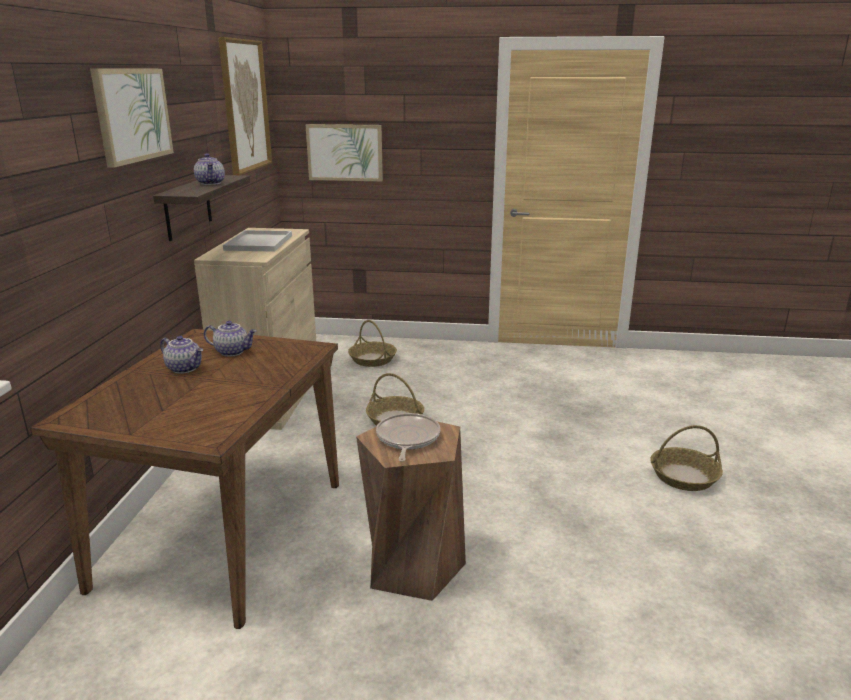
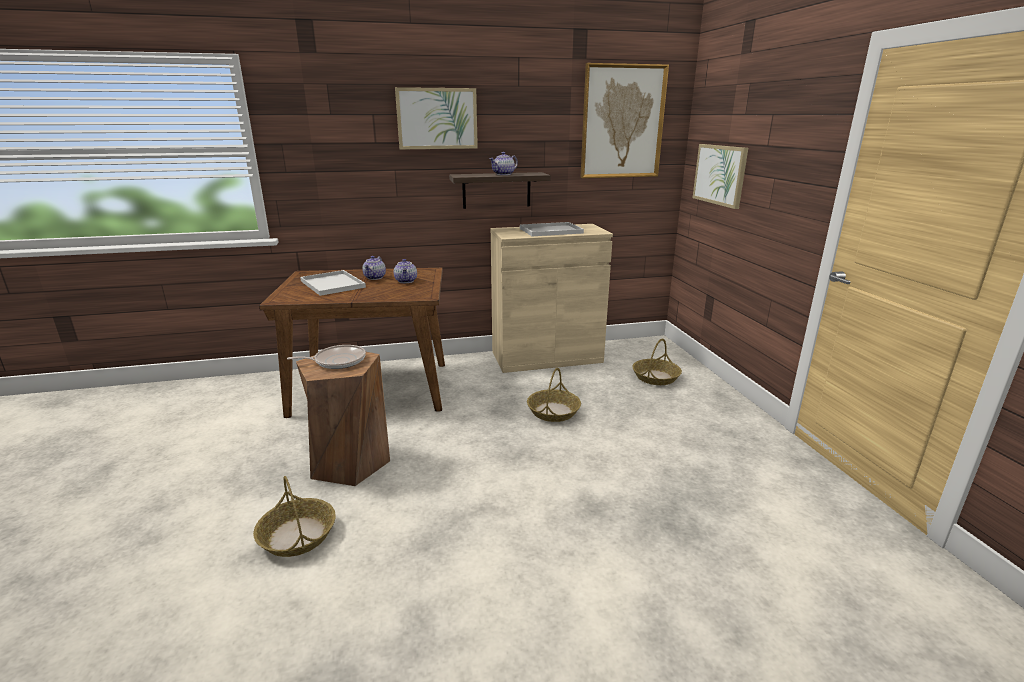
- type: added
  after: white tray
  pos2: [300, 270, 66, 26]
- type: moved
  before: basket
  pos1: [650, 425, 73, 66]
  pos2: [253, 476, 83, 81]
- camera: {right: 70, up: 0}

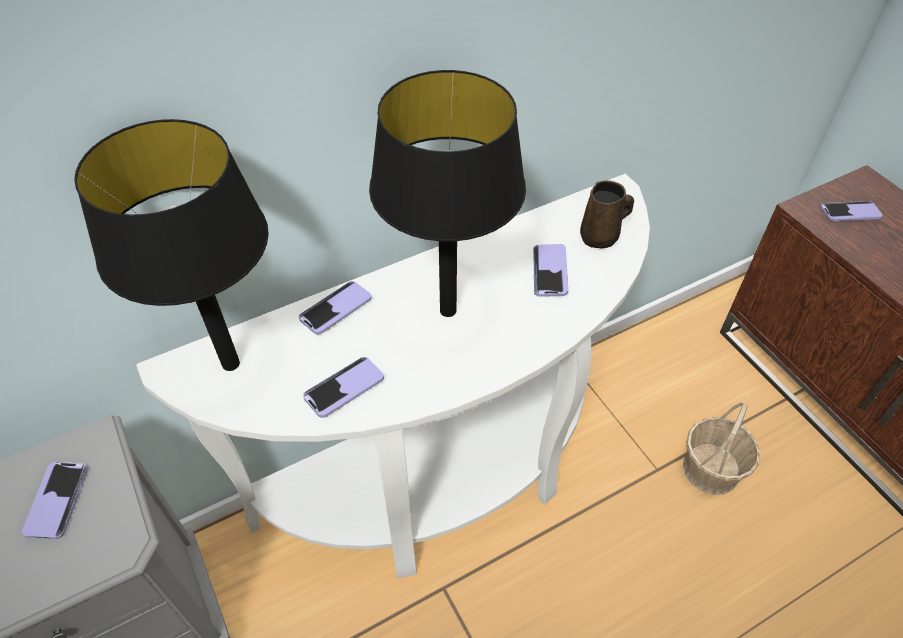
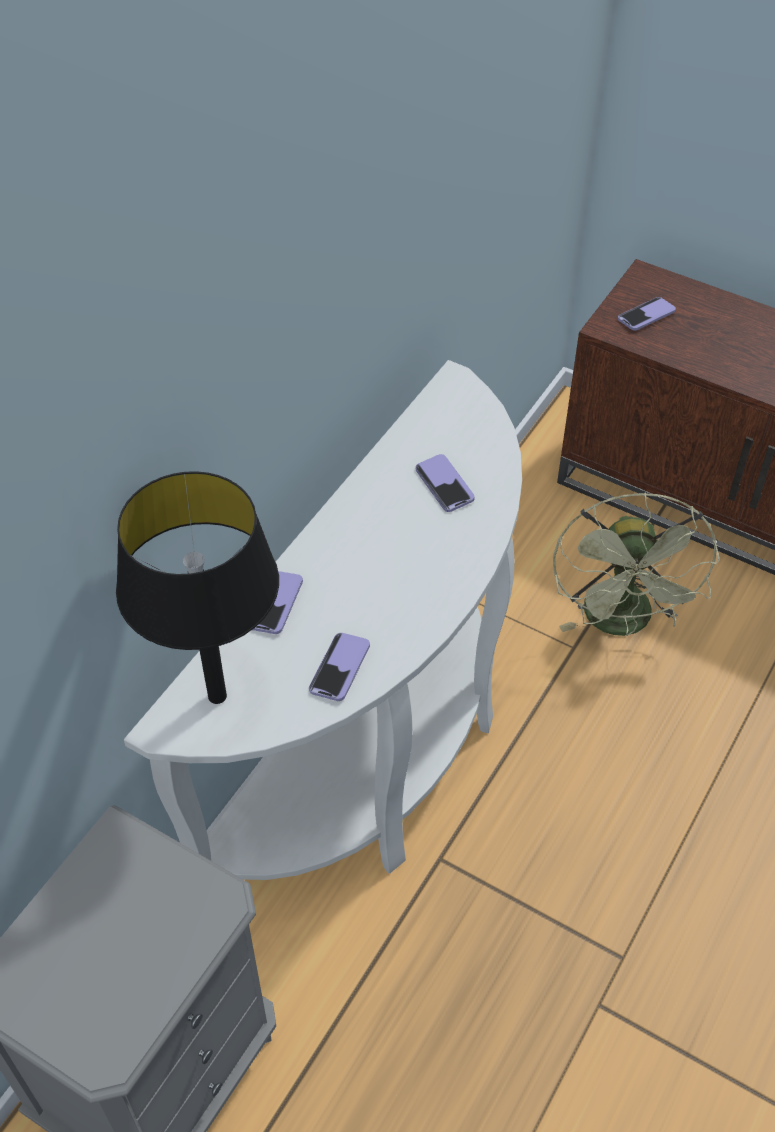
- type: removed
  before: phone
  pos1: [22, 462, 66, 77]
- type: removed
  before: black table lamp
  pos1: [369, 70, 157, 247]
- type: removed
  before: brown mug
  pos1: [580, 180, 54, 68]
- type: replaced
  before: basket
  after: green fan
  pos1: [683, 402, 77, 93]
  pos2: [553, 492, 167, 144]
- camera: {right: -30, up: 0}

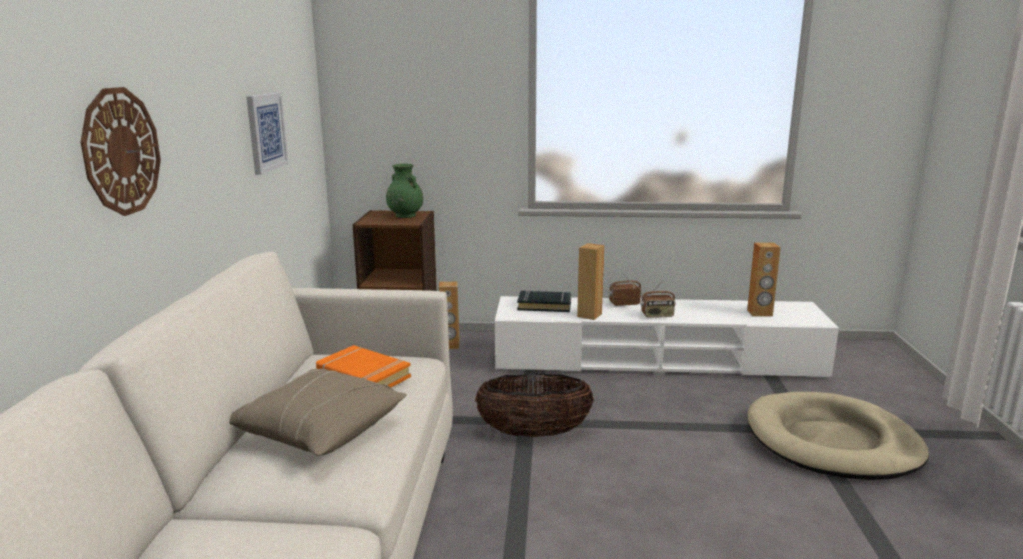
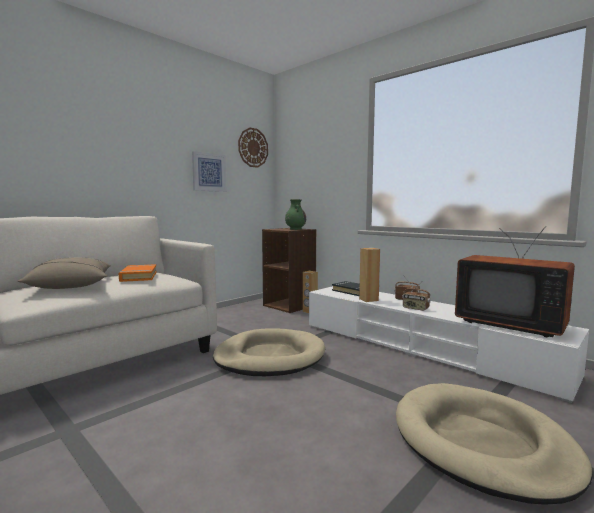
- type: moved
  before: wall clock
  pos1: [81, 87, 80, 129]
  pos2: [238, 127, 30, 41]
- type: replaced
  before: basket
  after: beige dog bed
  pos1: [475, 374, 119, 63]
  pos2: [213, 328, 112, 48]
- type: replaced
  before: brown speaker
  after: television
  pos1: [747, 242, 34, 75]
  pos2: [455, 226, 120, 112]
- camera: {right: 40, up: -10}

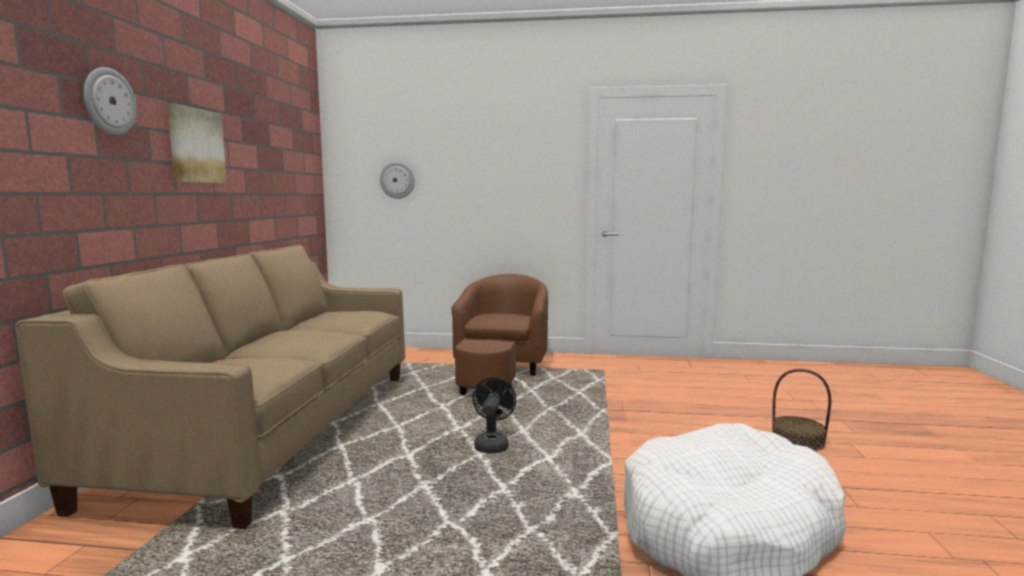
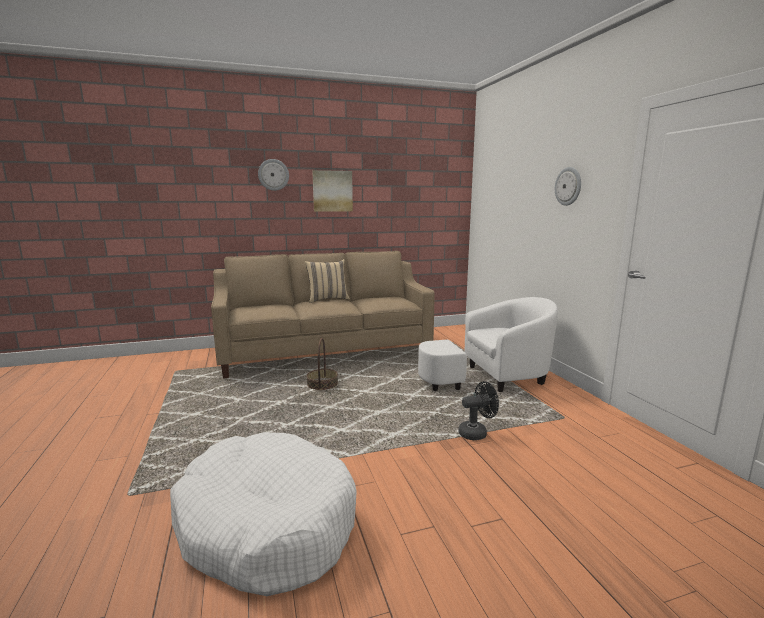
- type: added
  after: beige pillow
  pos2: [305, 259, 45, 44]
- type: moved
  before: wall clock
  pos1: [380, 162, 35, 37]
  pos2: [555, 167, 26, 39]
- type: moved
  before: black fan
  pos1: [472, 377, 44, 76]
  pos2: [458, 381, 41, 59]
- type: moved
  before: basket
  pos1: [772, 369, 59, 82]
  pos2: [307, 338, 31, 52]
- type: recoloured
  before: brown armchair
  after: white armchair
  pos1: [451, 274, 97, 122]
  pos2: [418, 297, 140, 95]
- camera: {right: 65, up: 5}

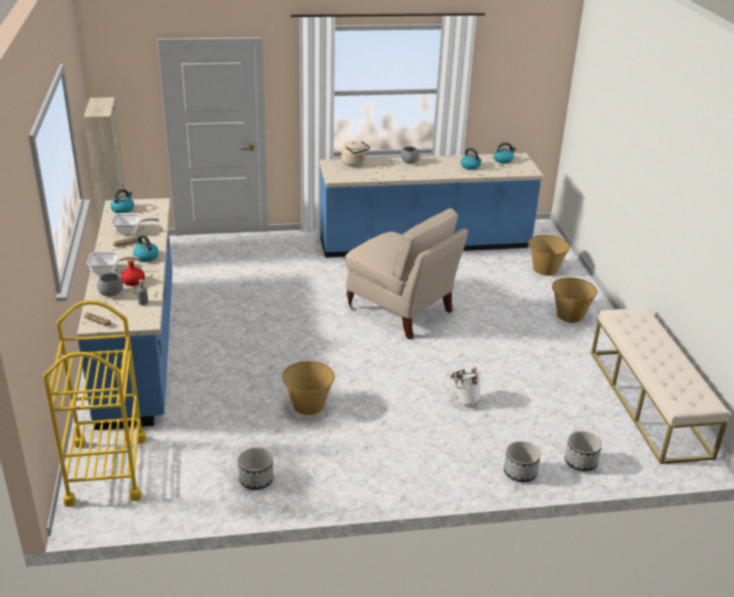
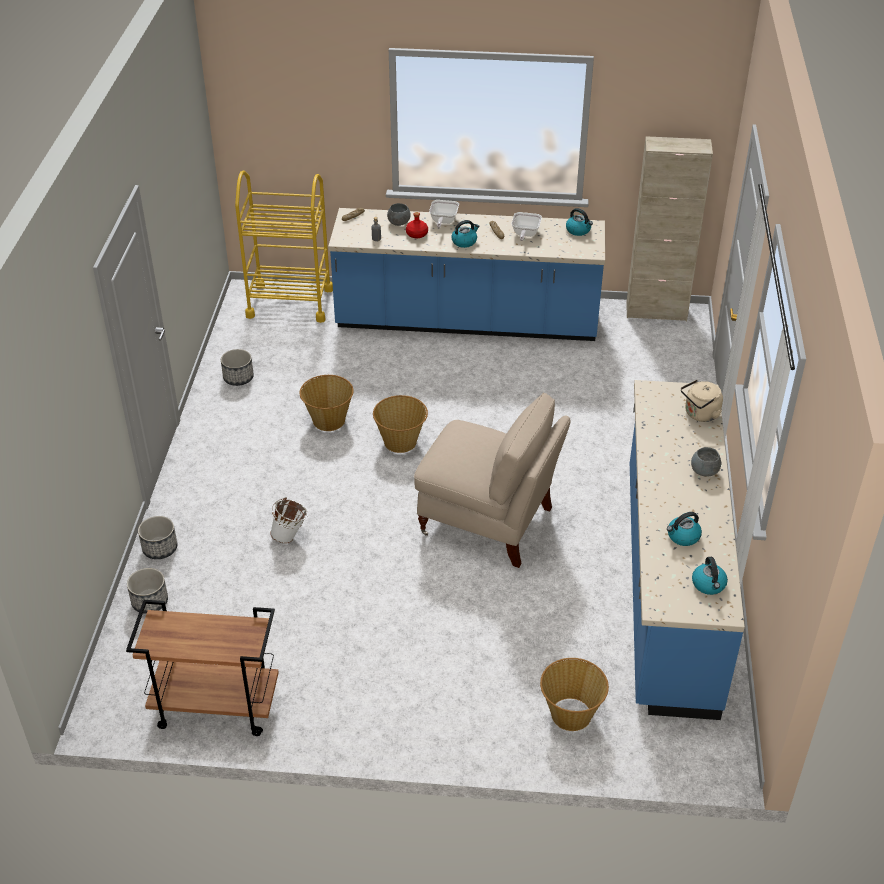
- type: moved
  before: basket
  pos1: [552, 278, 45, 45]
  pos2: [373, 395, 55, 58]
- type: replaced
  before: beige bench
  after: brown cart
  pos1: [591, 308, 139, 156]
  pos2: [126, 600, 153, 136]
- type: turned
  before: beige chair
  pos1: [345, 208, 123, 131]
  pos2: [414, 393, 157, 175]
  turn: -120
- camera: {right: 105, up: 10}

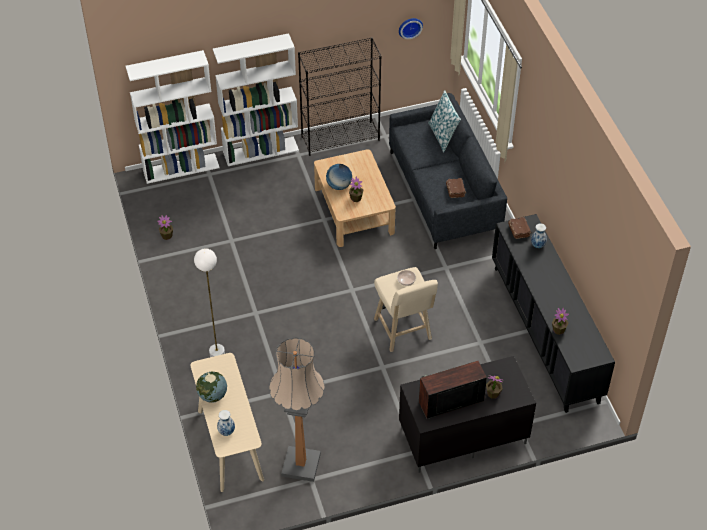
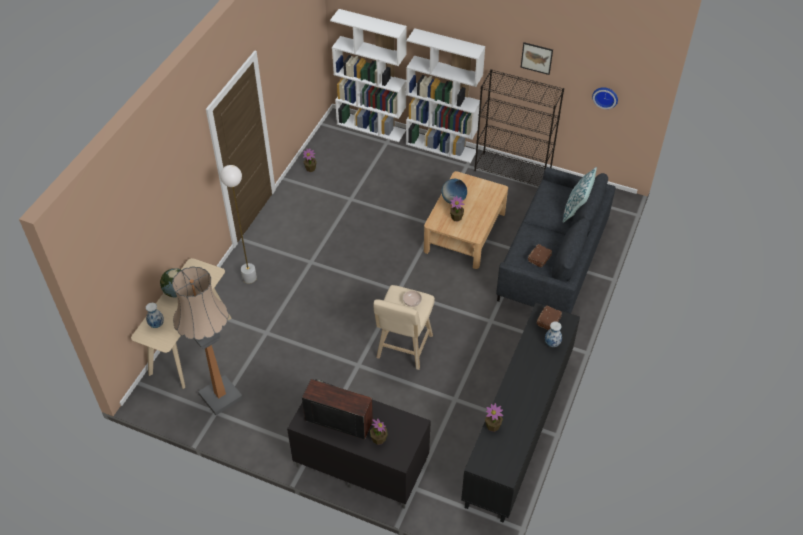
- type: added
  after: picture
  pos2: [521, 42, 32, 33]
- camera: {right: 40, up: 0}

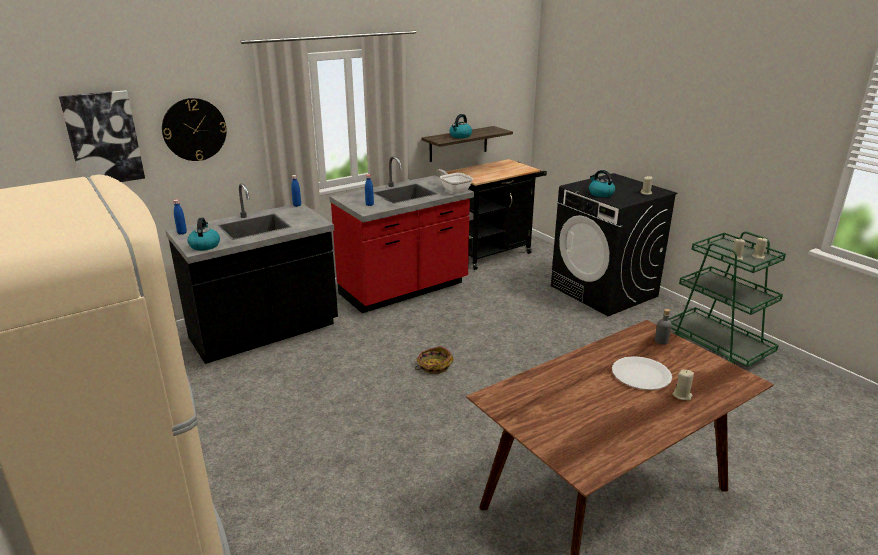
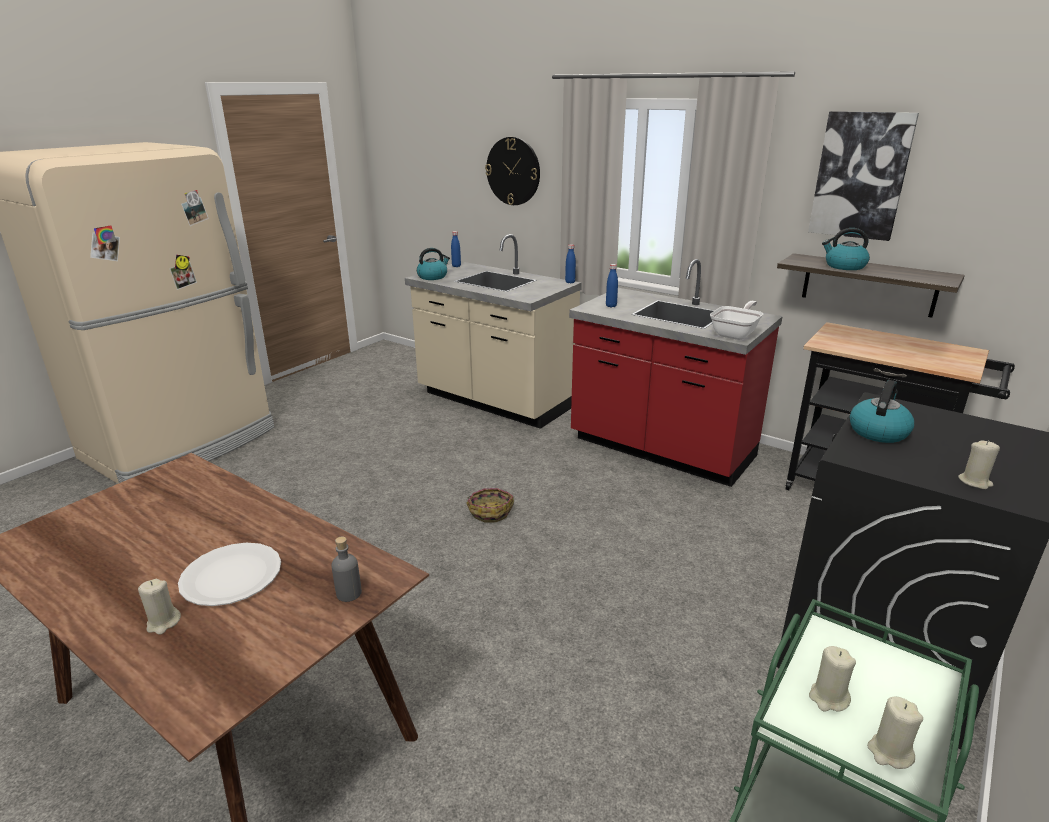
- type: moved
  before: picture
  pos1: [59, 90, 86, 92]
  pos2: [808, 111, 111, 130]
- type: recoloured
  before: black counter
  after: beige counter
  pos1: [165, 183, 173, 181]
  pos2: [405, 234, 177, 195]
- camera: {right: 70, up: 0}

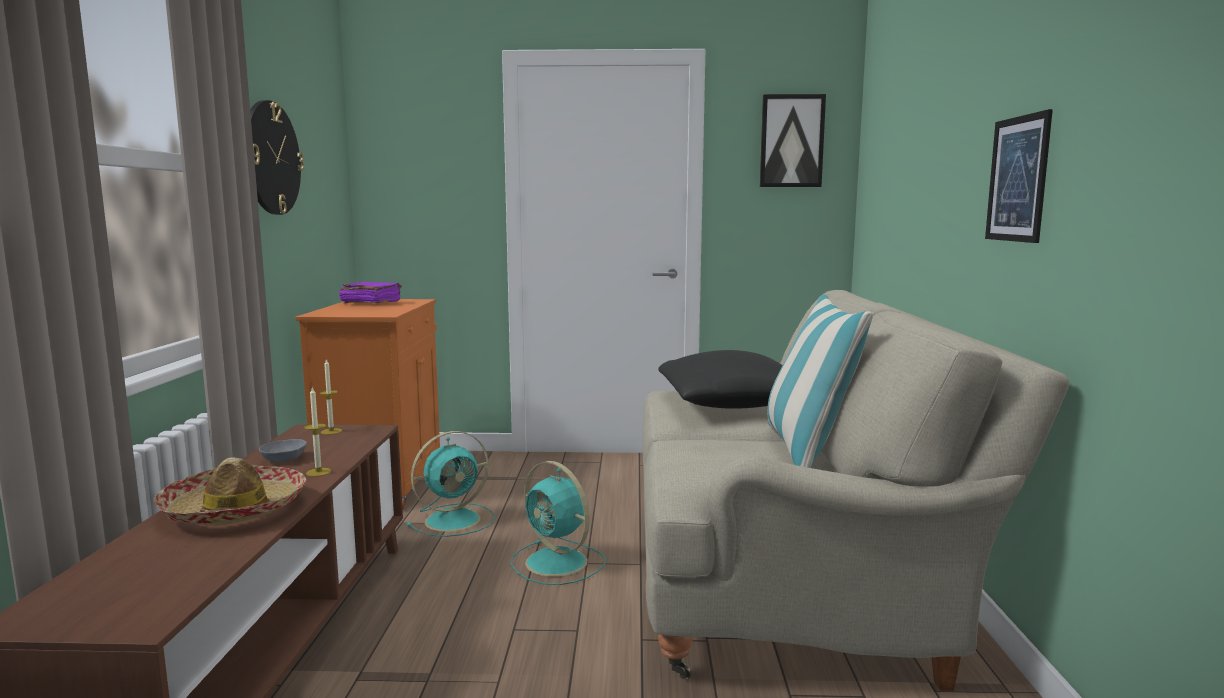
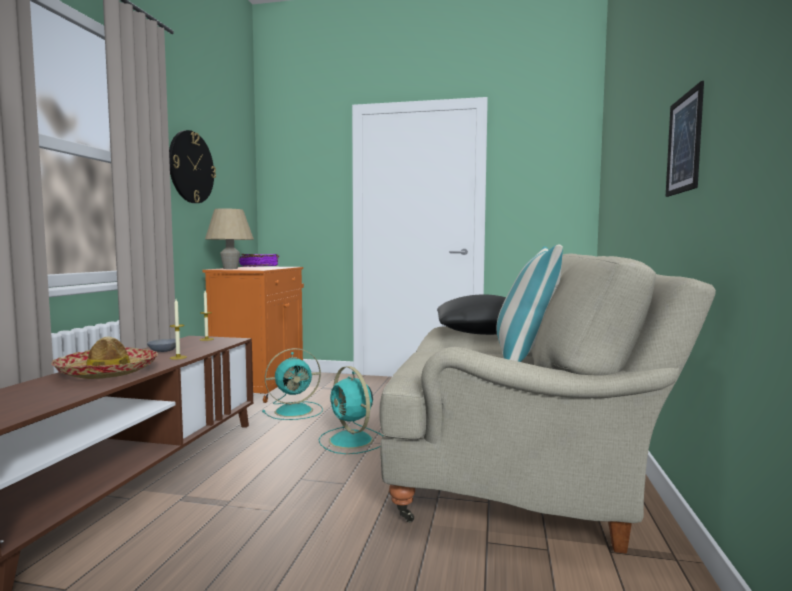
- type: removed
  before: picture
  pos1: [760, 94, 66, 93]
- type: added
  after: beige table lamp
  pos2: [205, 208, 49, 61]
- camera: {right: 10, up: -5}

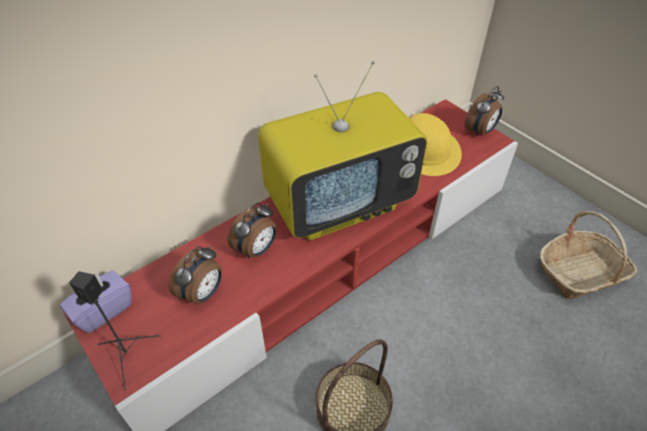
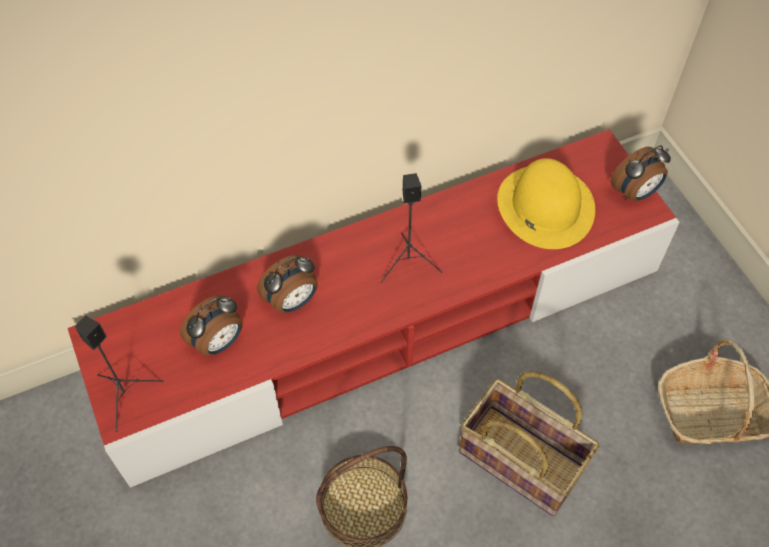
- type: removed
  before: purple tissue box
  pos1: [60, 270, 71, 63]
- type: added
  after: basket
  pos2: [459, 371, 140, 145]
- type: replaced
  before: television
  after: black speaker
  pos1: [258, 61, 169, 179]
  pos2: [381, 173, 62, 109]
- camera: {right: 15, up: 10}

